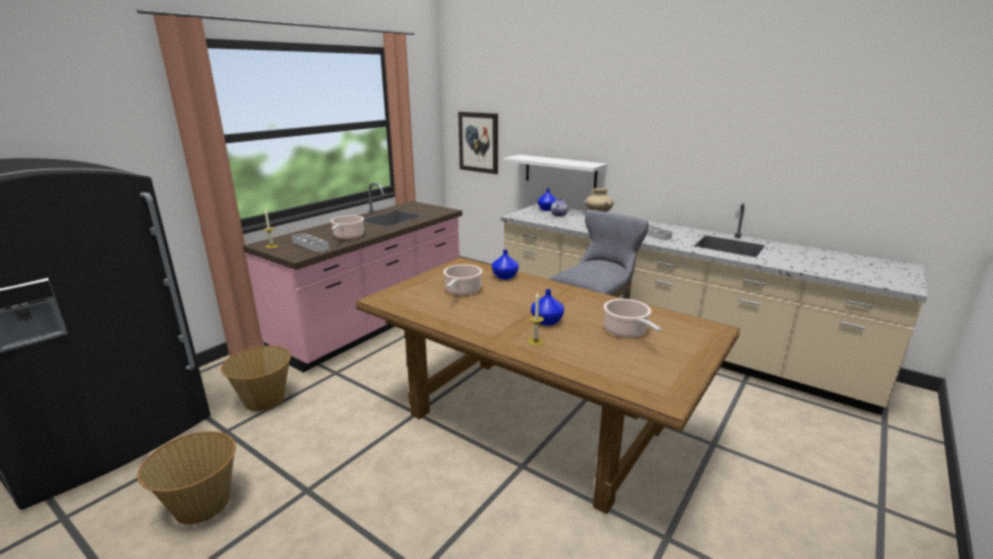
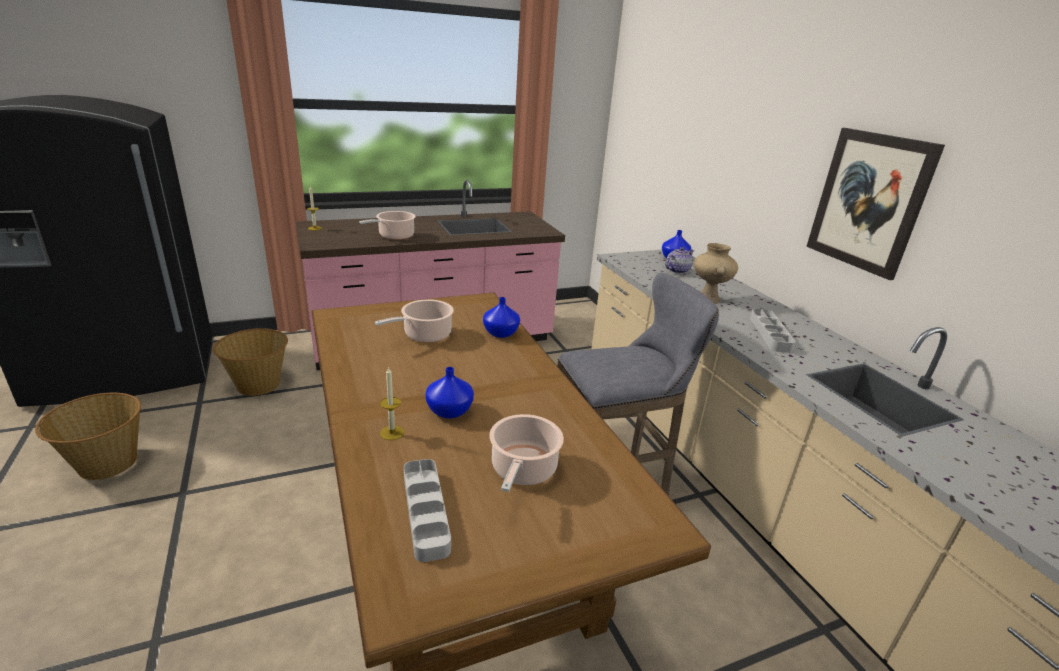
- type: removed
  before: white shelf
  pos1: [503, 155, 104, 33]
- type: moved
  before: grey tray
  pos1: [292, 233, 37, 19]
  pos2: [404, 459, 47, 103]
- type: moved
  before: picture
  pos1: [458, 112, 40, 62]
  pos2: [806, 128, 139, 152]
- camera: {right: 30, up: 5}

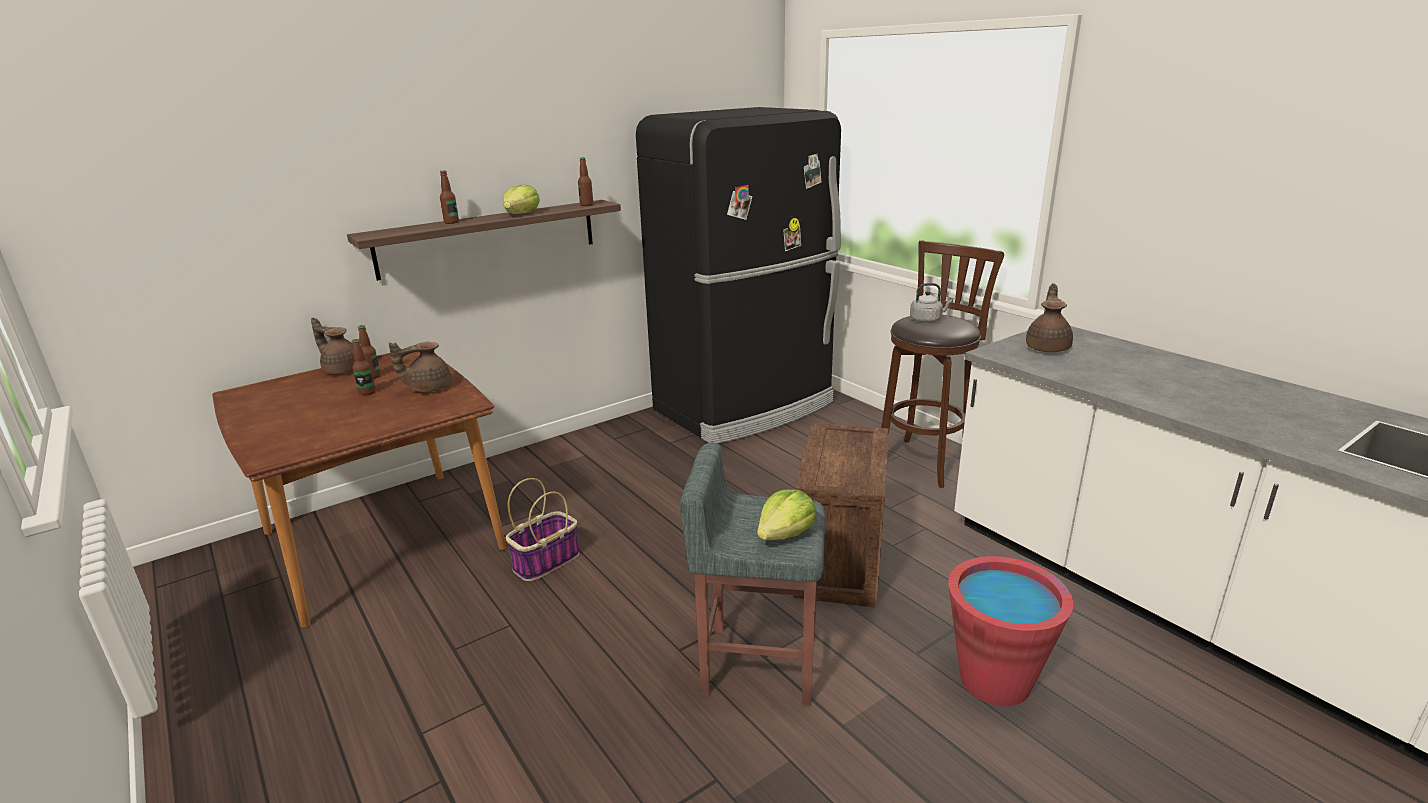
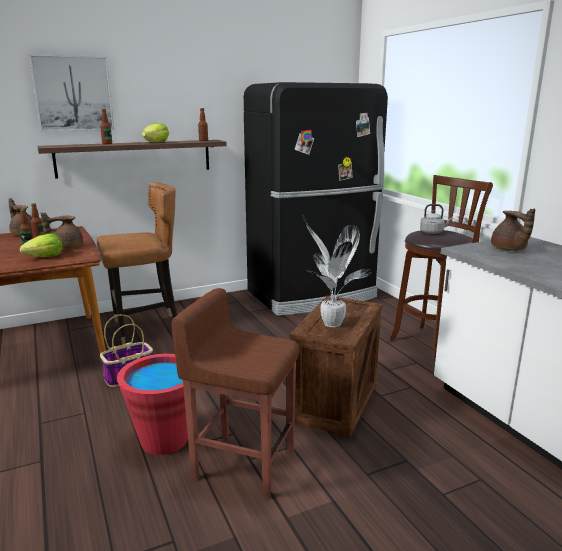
- type: added
  after: picture
  pos2: [29, 54, 85, 77]
- type: added
  after: brown chair
  pos2: [97, 182, 81, 163]
- type: added
  after: potted plant
  pos2: [302, 215, 69, 112]
- type: moved
  before: lettuce
  pos1: [757, 489, 59, 51]
  pos2: [20, 233, 43, 24]
- type: moved
  before: red bucket
  pos1: [948, 556, 125, 150]
  pos2: [117, 354, 79, 101]
- type: recoloured
  before: grey stool
  after: brown stool
  pos1: [680, 443, 146, 263]
  pos2: [171, 288, 129, 211]
- type: turned
  before: brown teapot
  pos1: [1026, 283, 47, 69]
  pos2: [491, 208, 44, 43]
  turn: 135
- camera: {right: 10, up: -5}

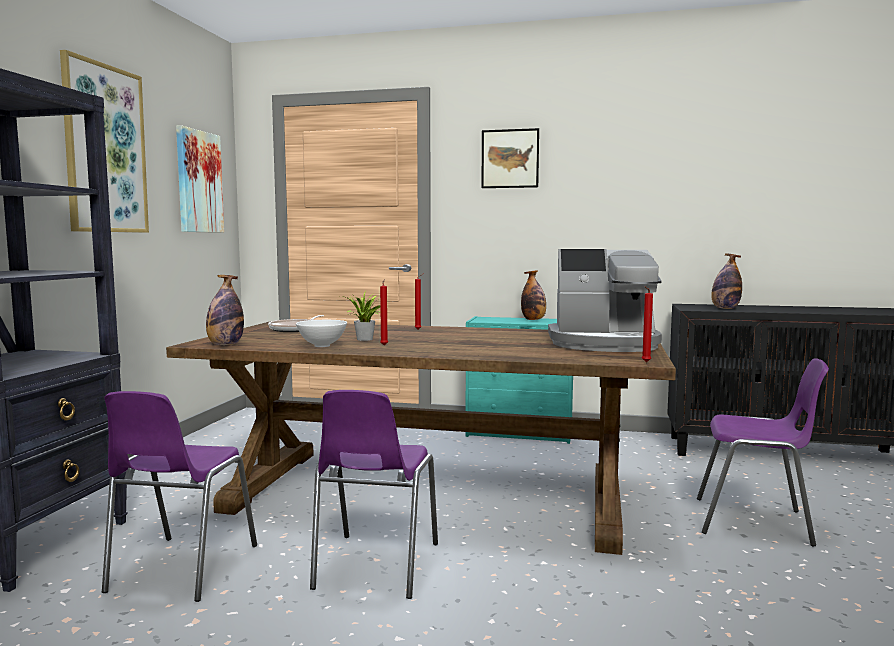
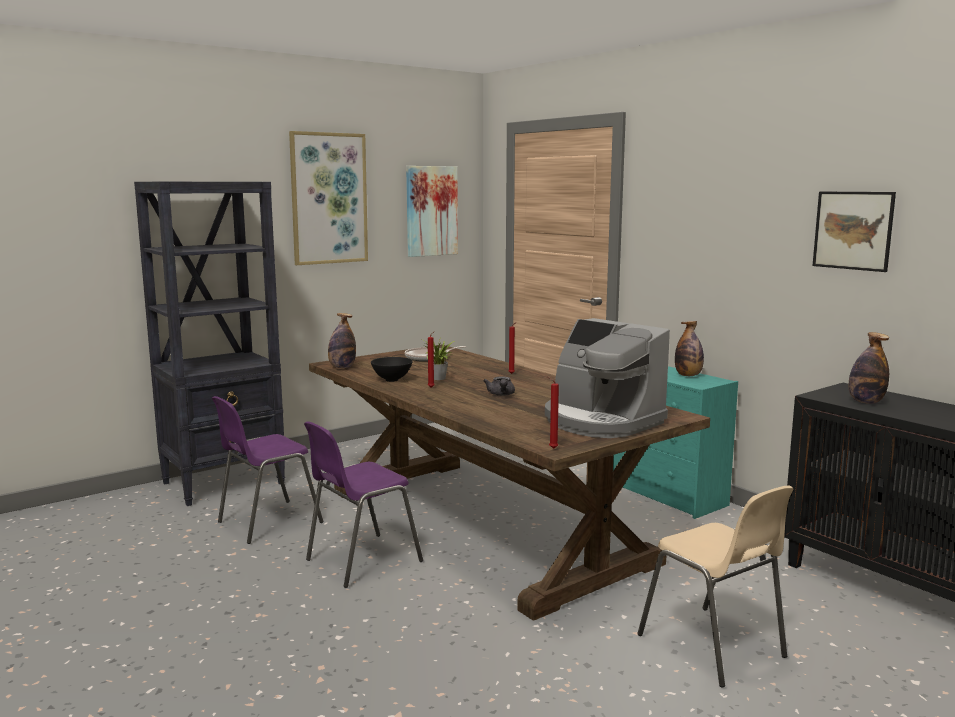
- type: added
  after: grey teapot
  pos2: [483, 376, 32, 20]
- type: moved
  before: picture
  pos1: [481, 128, 58, 60]
  pos2: [812, 192, 84, 80]
- type: recoloured
  before: white bowl
  after: black bowl
  pos1: [296, 320, 51, 27]
  pos2: [371, 357, 42, 25]
- type: recoloured
  before: purple chair
  after: beige chair
  pos1: [697, 358, 132, 189]
  pos2: [637, 485, 157, 202]
- camera: {right: 40, up: 5}

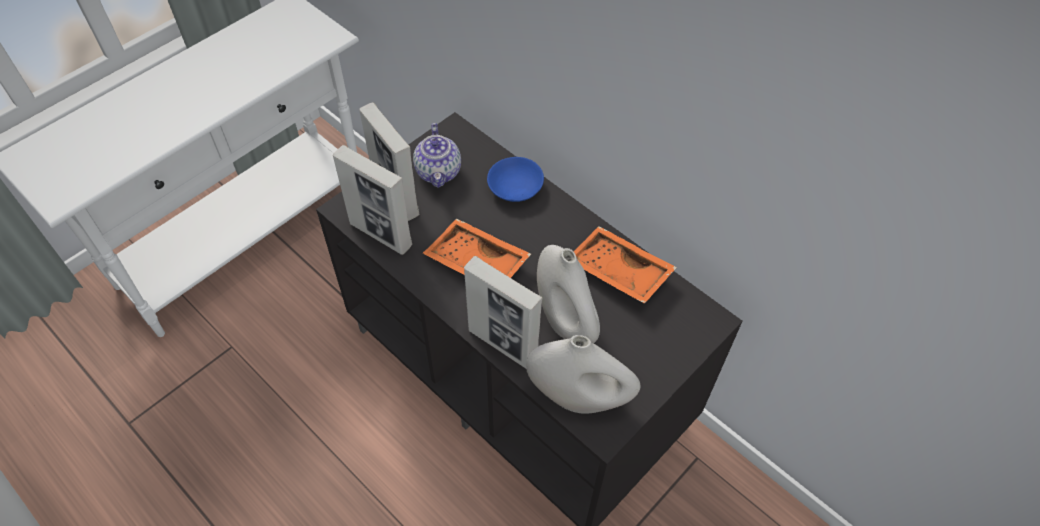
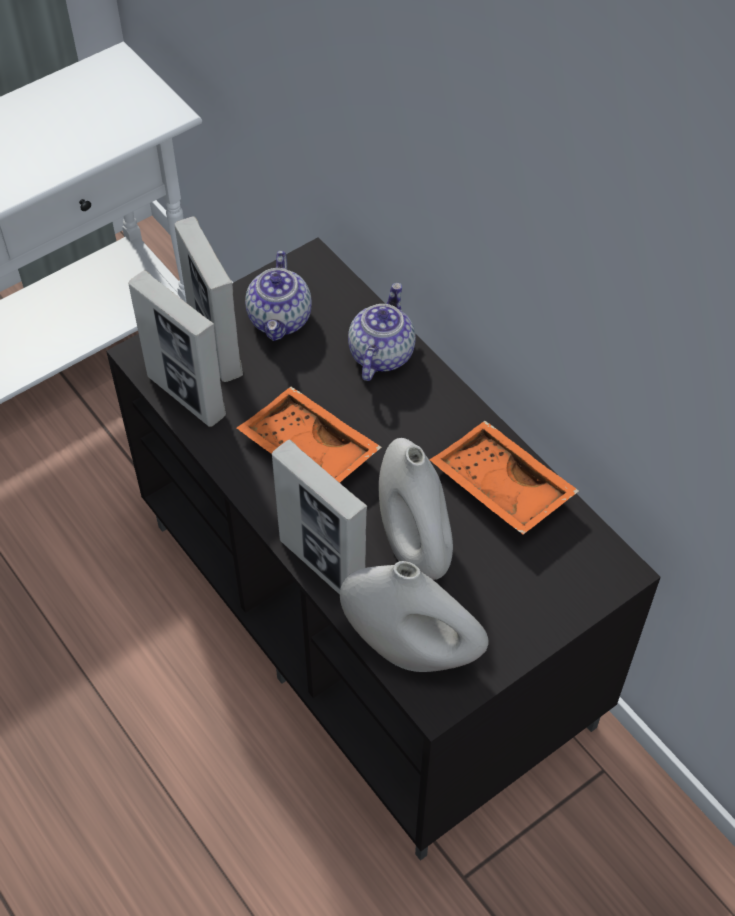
- type: replaced
  before: blue bowl
  after: teapot
  pos1: [487, 157, 57, 45]
  pos2: [348, 283, 68, 98]
- camera: {right: 10, up: 0}

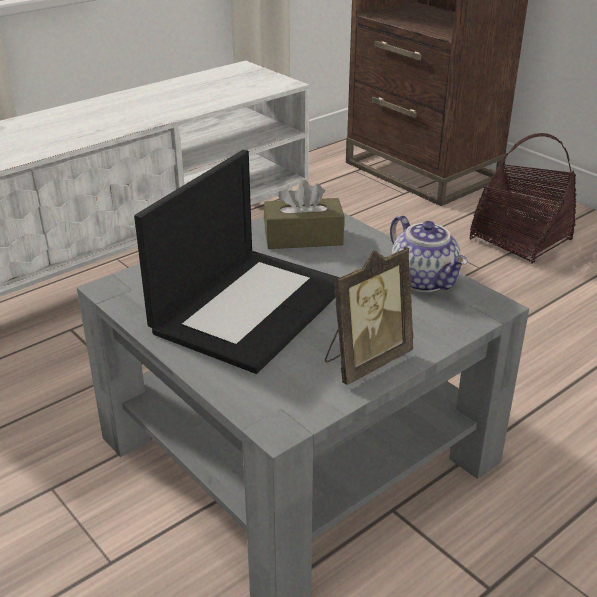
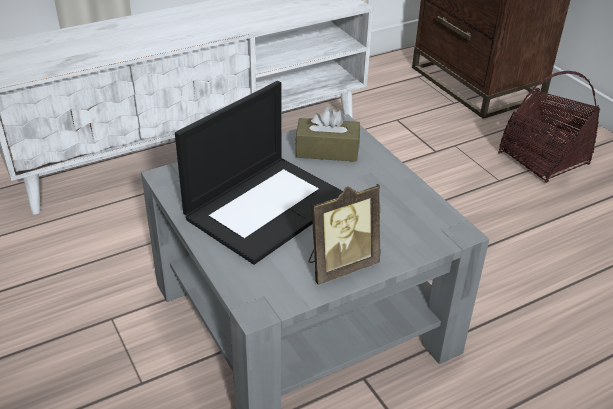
- type: removed
  before: teapot
  pos1: [390, 215, 78, 78]
- camera: {right: 10, up: 5}

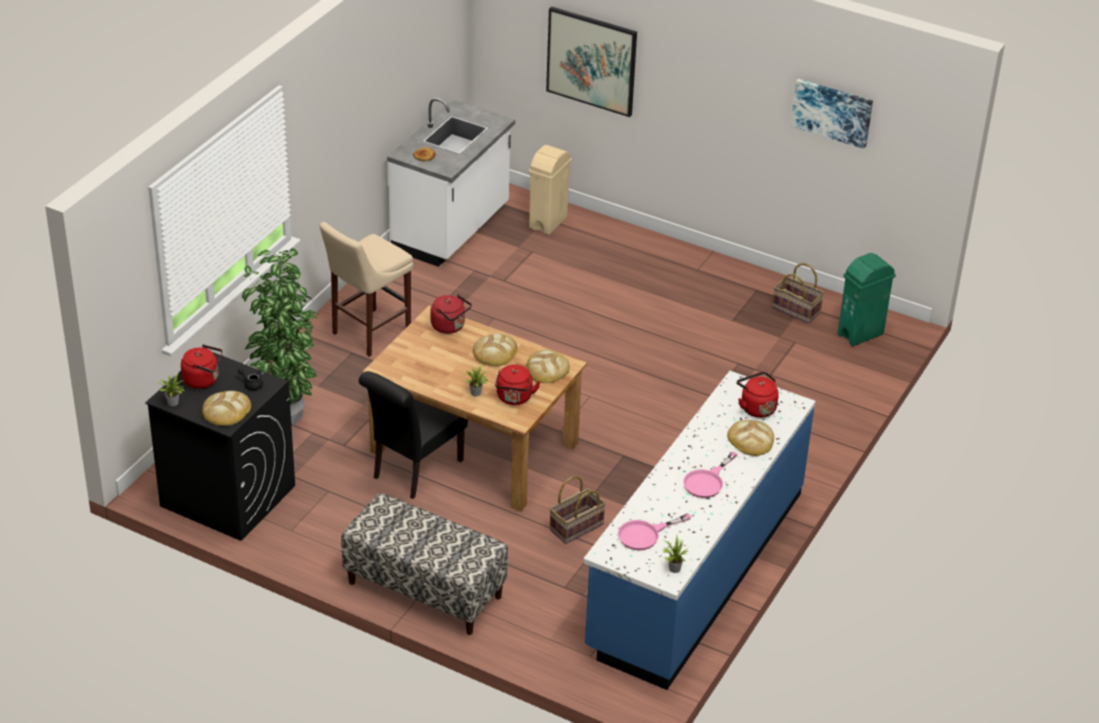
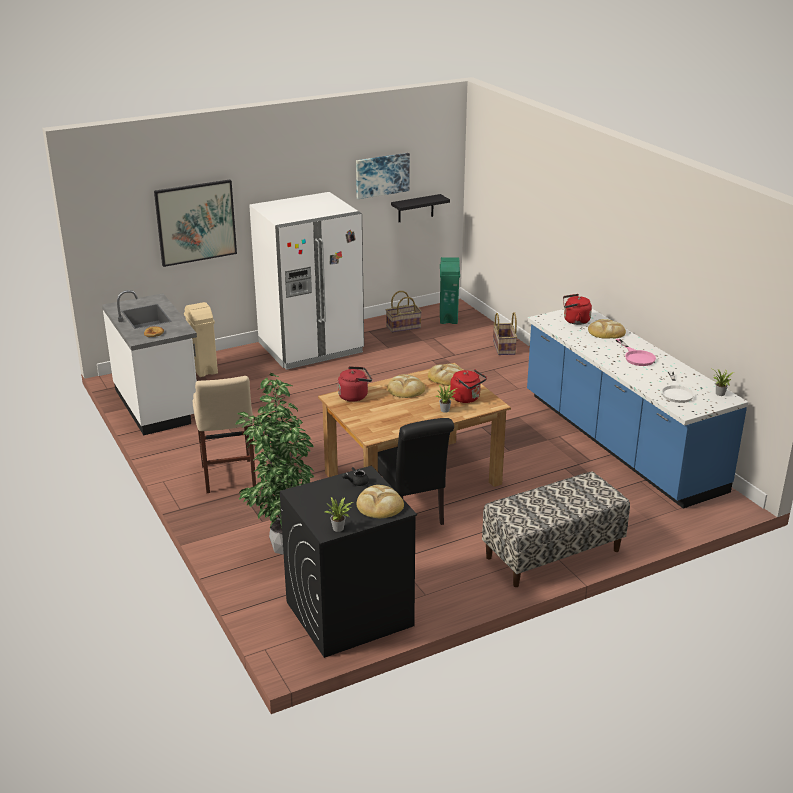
- type: removed
  before: red kettle
  pos1: [181, 344, 41, 45]
- type: added
  after: white fridge
  pos2: [249, 192, 115, 178]
- type: added
  after: black shelf
  pos2: [391, 194, 59, 28]
- type: moved
  before: basket
  pos1: [550, 476, 56, 68]
  pos2: [493, 312, 24, 43]
- type: recoloured
  before: pink frying pan
  after: white frying pan
  pos1: [618, 513, 73, 37]
  pos2: [661, 371, 33, 32]
- camera: {right: -55, up: -10}

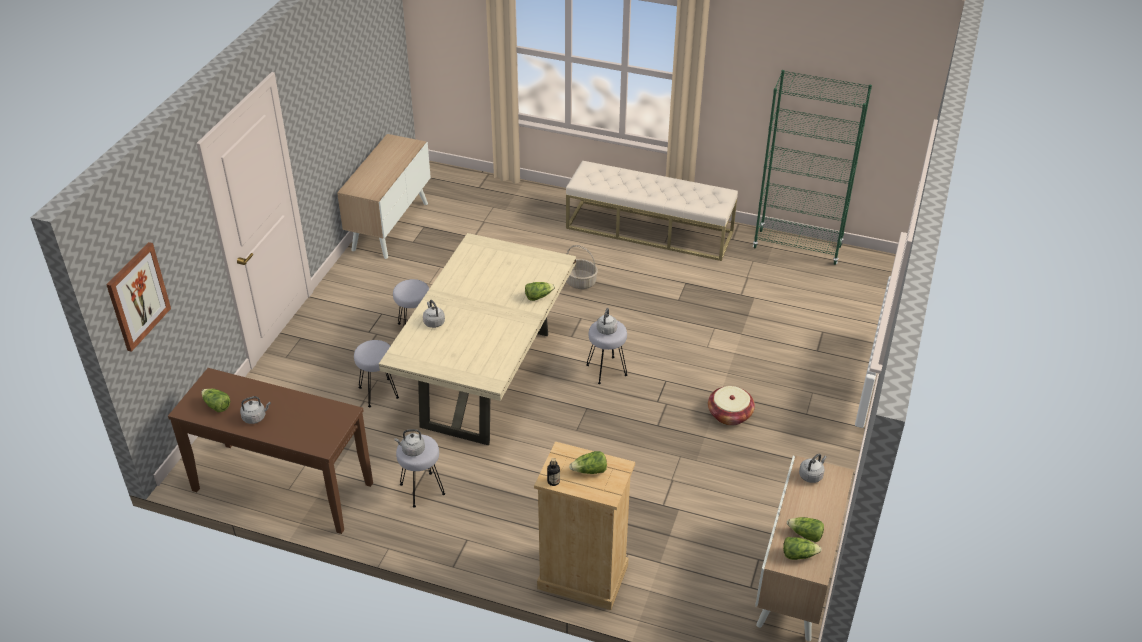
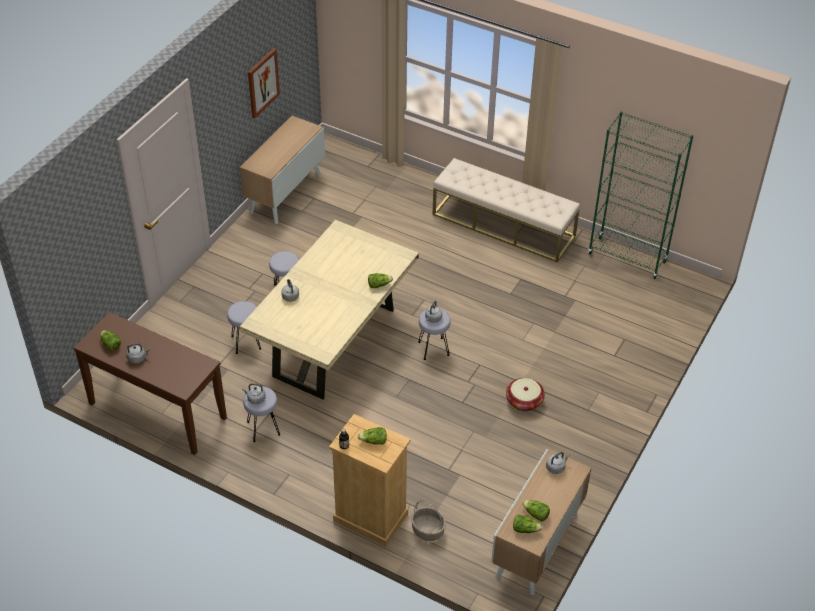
- type: moved
  before: picture
  pos1: [106, 242, 65, 110]
  pos2: [248, 48, 32, 71]
- type: moved
  before: basket
  pos1: [566, 245, 32, 44]
  pos2: [411, 500, 35, 41]
- camera: {right: 10, up: 5}

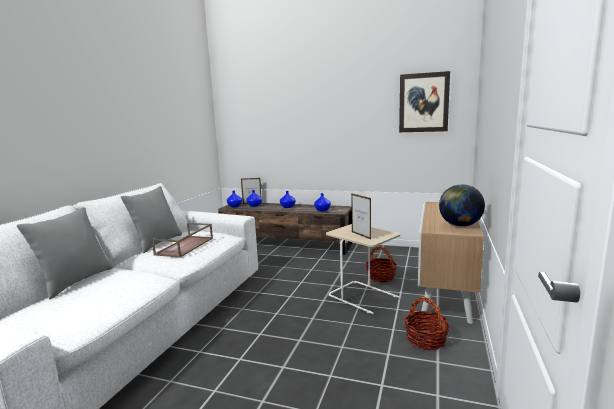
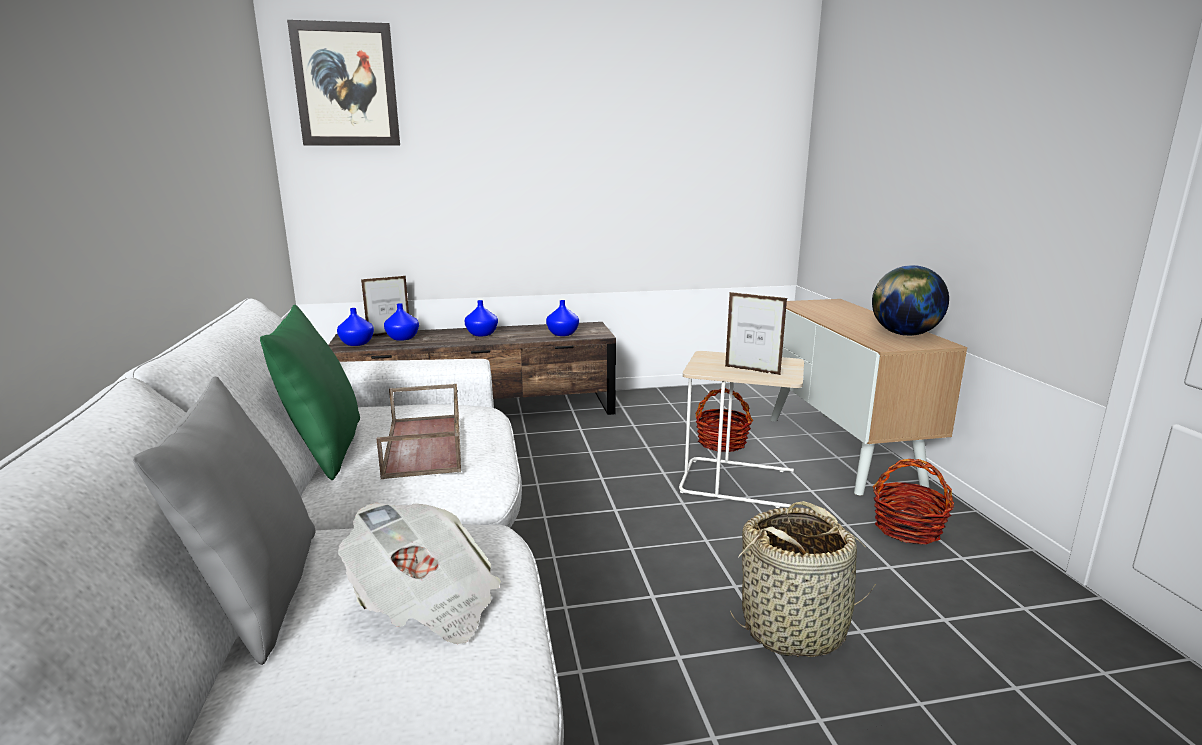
- type: added
  after: newspaper
  pos2: [338, 503, 163, 141]
- type: added
  after: basket
  pos2: [730, 501, 148, 156]
- type: moved
  before: picture
  pos1: [399, 71, 51, 61]
  pos2: [287, 20, 113, 126]
- type: recoloured
  before: grey pillow
  after: green pillow
  pos1: [121, 186, 61, 67]
  pos2: [260, 305, 100, 175]
- camera: {right: -30, up: 5}

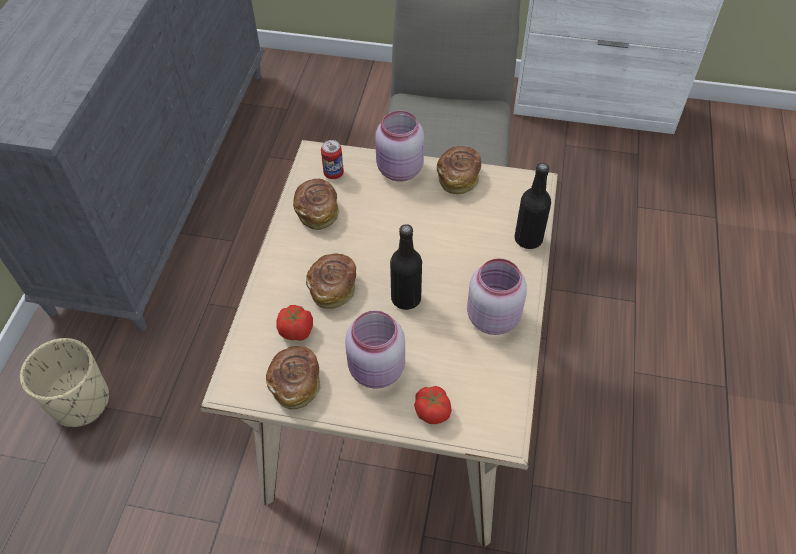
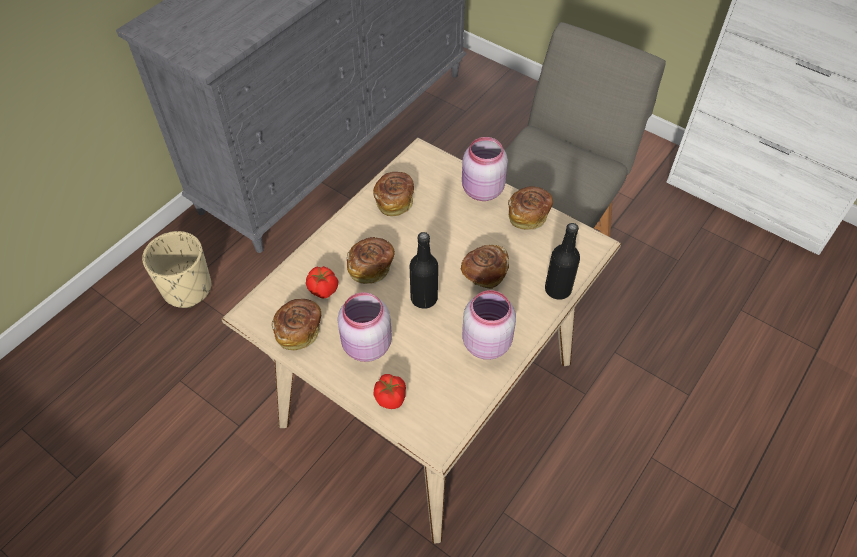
- type: removed
  before: can
  pos1: [321, 140, 23, 39]
- type: added
  after: bread
  pos2: [460, 245, 49, 44]
- camera: {right: 25, up: 0}

